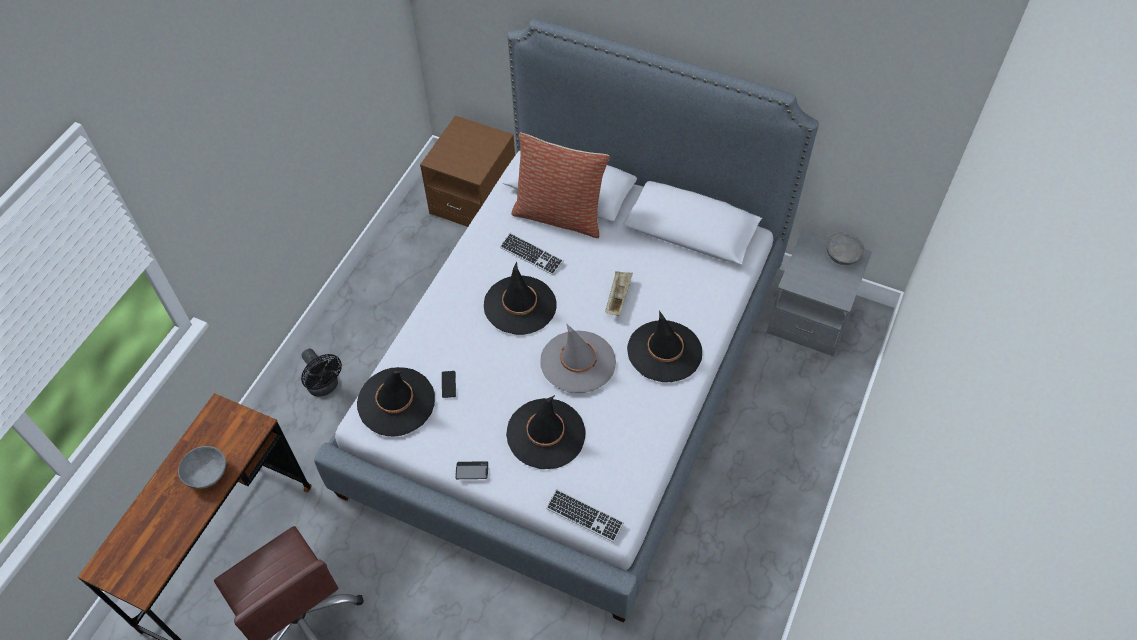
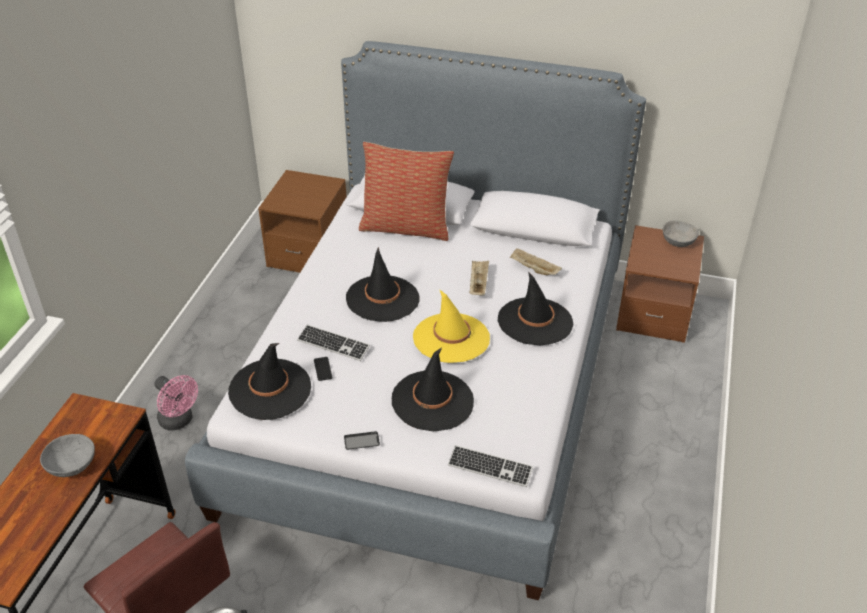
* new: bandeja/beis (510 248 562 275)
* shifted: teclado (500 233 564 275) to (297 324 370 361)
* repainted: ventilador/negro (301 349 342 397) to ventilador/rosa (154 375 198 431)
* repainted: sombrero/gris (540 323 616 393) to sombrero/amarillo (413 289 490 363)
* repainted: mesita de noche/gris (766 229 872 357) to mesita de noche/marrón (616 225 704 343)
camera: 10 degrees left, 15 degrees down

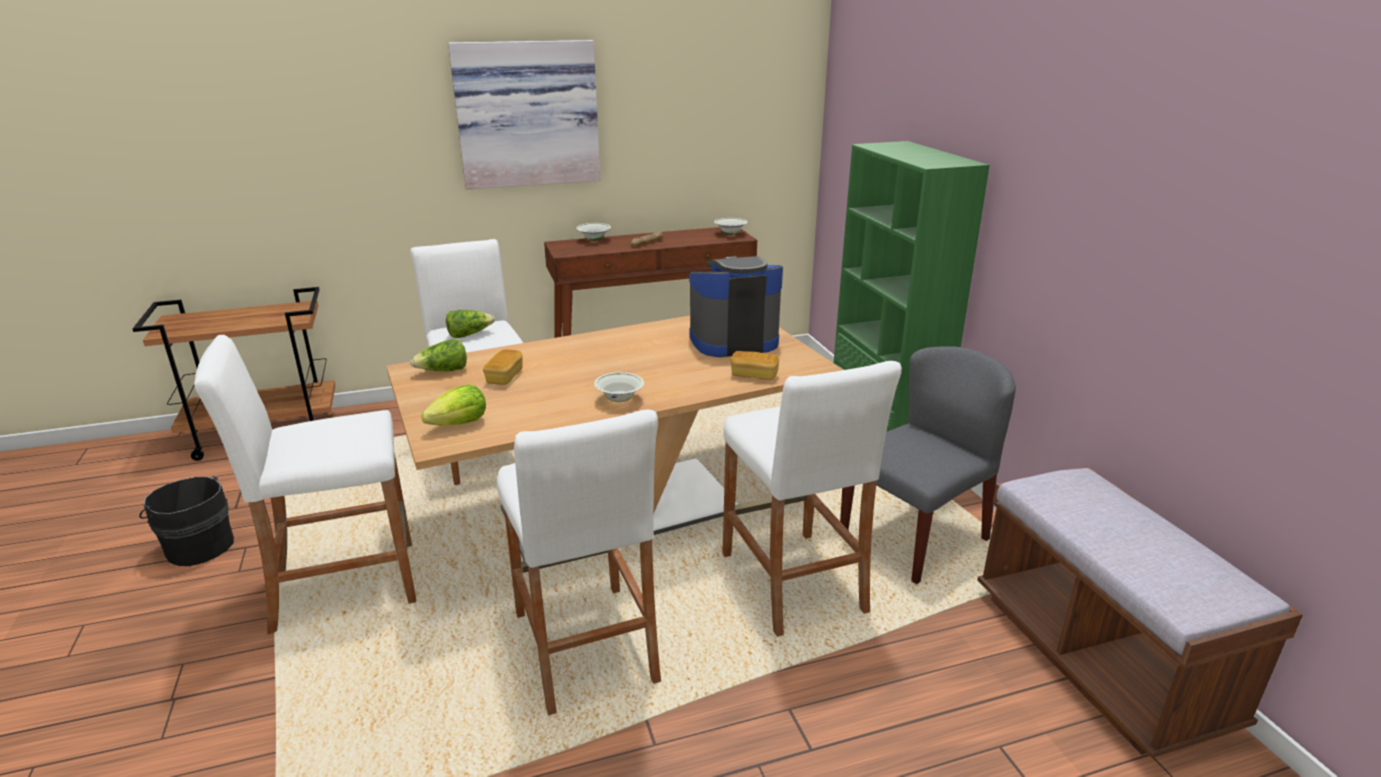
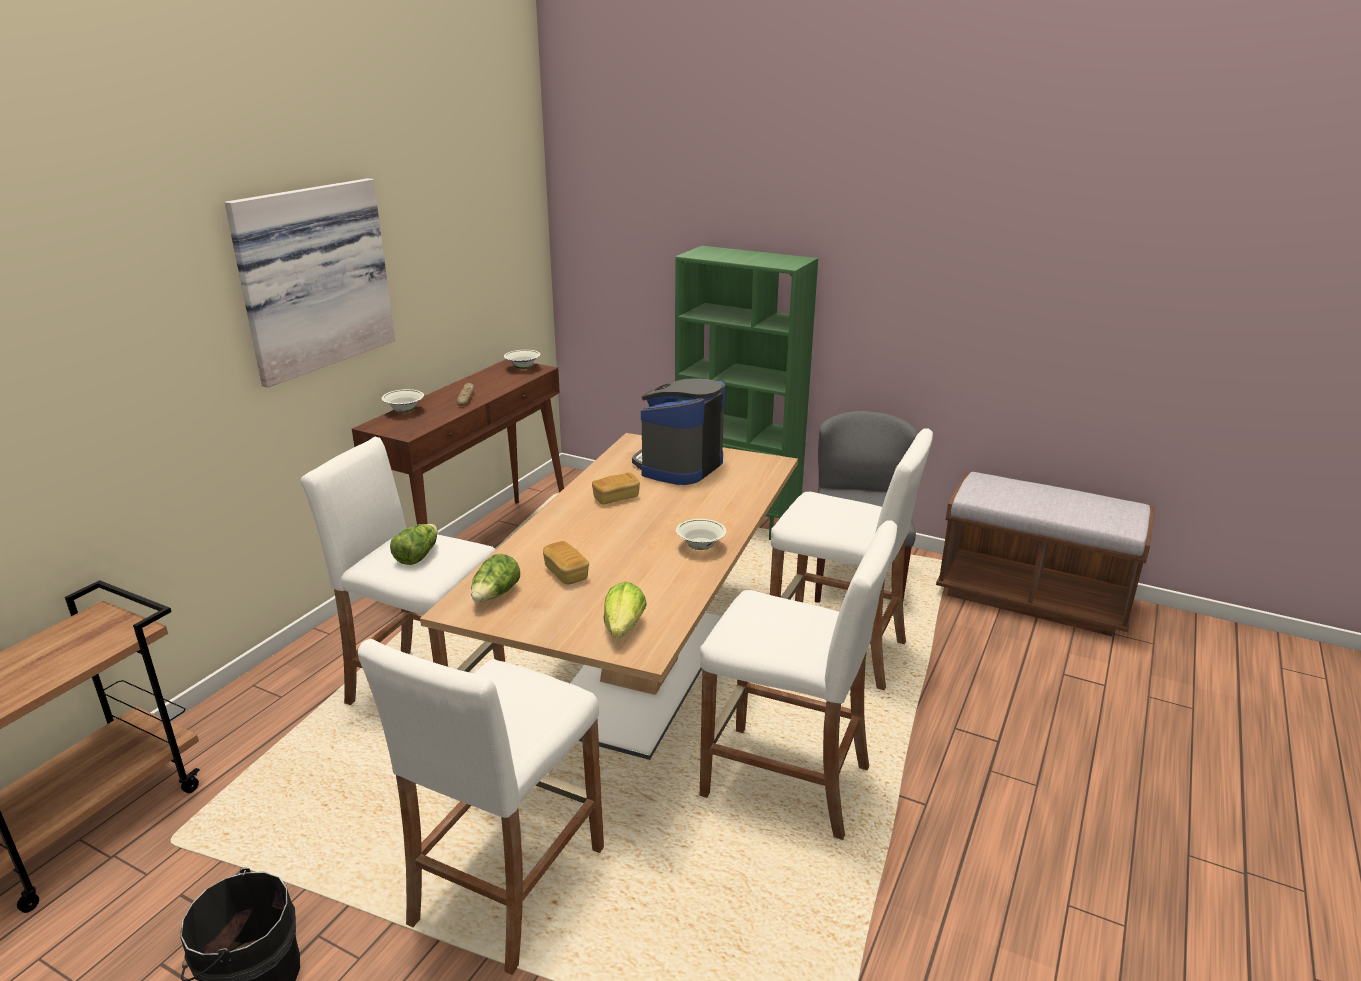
* shifted: pan (731 351 779 380) to (592 472 640 504)
camera: 45 degrees left, 0 degrees up

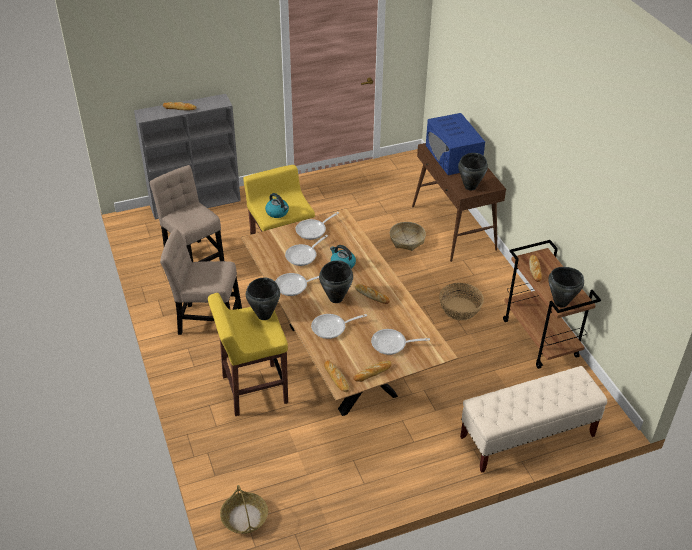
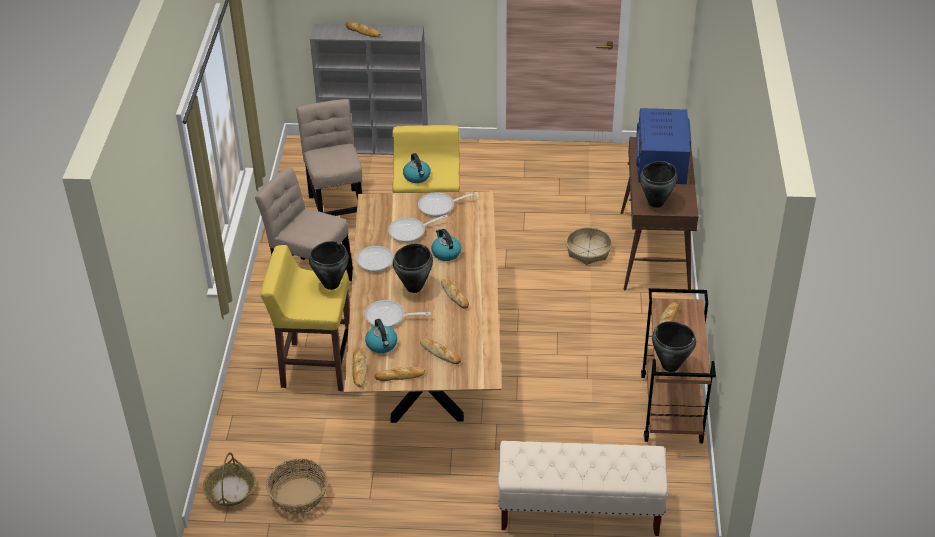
* new: hervidor (365 319 397 353)
* shifted: cesta (439 283 484 320) to (266 459 328 514)
* swapped: sartén (371 329 430 355) to pan (420 339 461 364)
camera: 25 degrees right, 0 degrees up

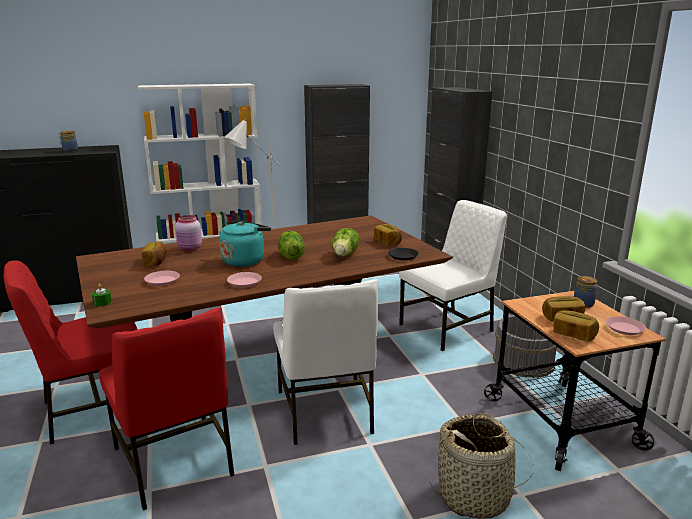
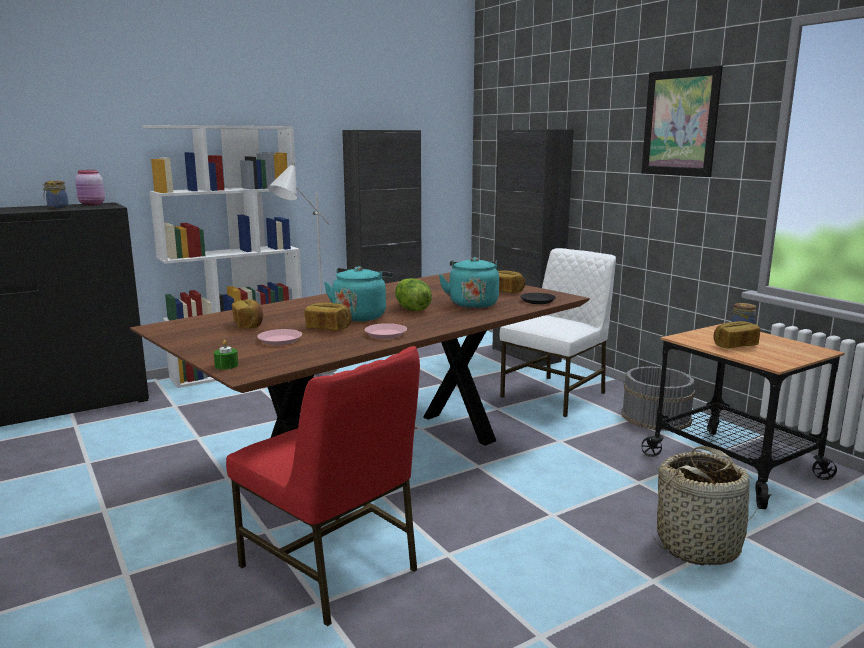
* gone: silla/rojo (4 260 138 444)
* gone: silla/blanco (273 279 378 445)
* gone: plato/rosa (606 316 646 335)
* new: cuadro (641 66 723 177)
* shifted: tarro/rosa (175 215 202 251) to (75 170 105 205)
* shifted: pan (553 310 599 342) to (304 303 352 331)
* swapped: lechuga (332 228 359 256) to hervidor/turquesa (439 257 499 308)
camera: 15 degrees left, 5 degrees down

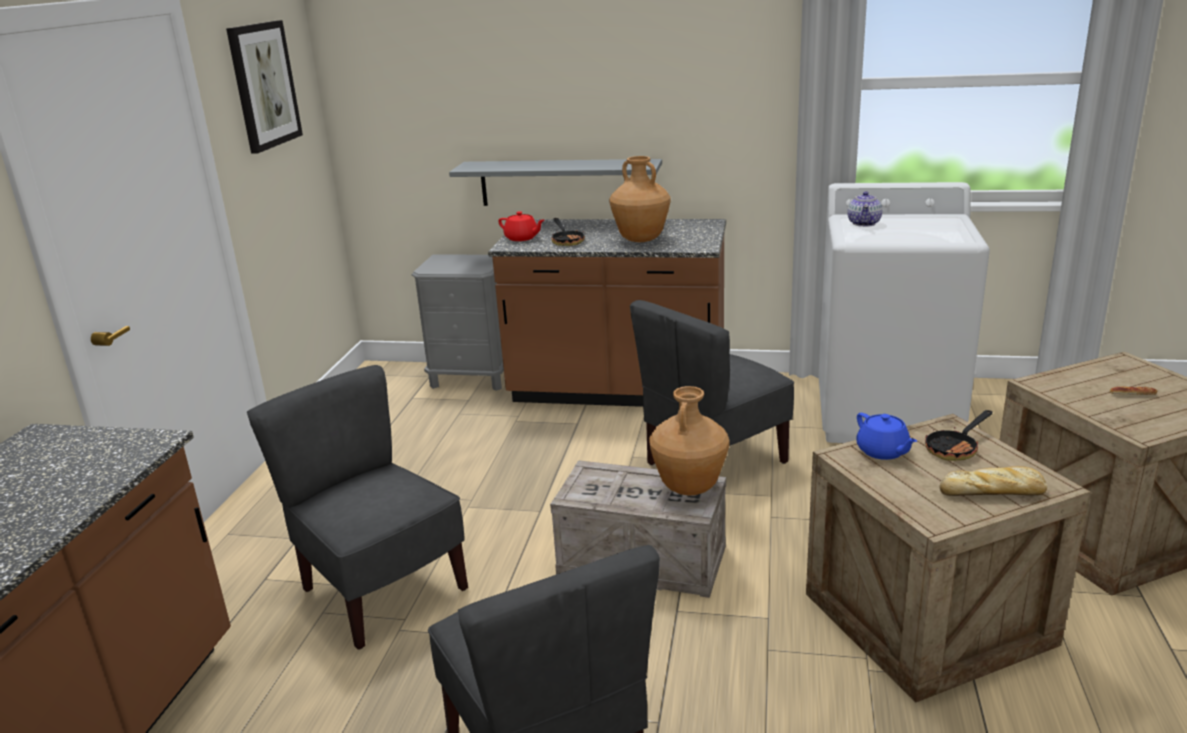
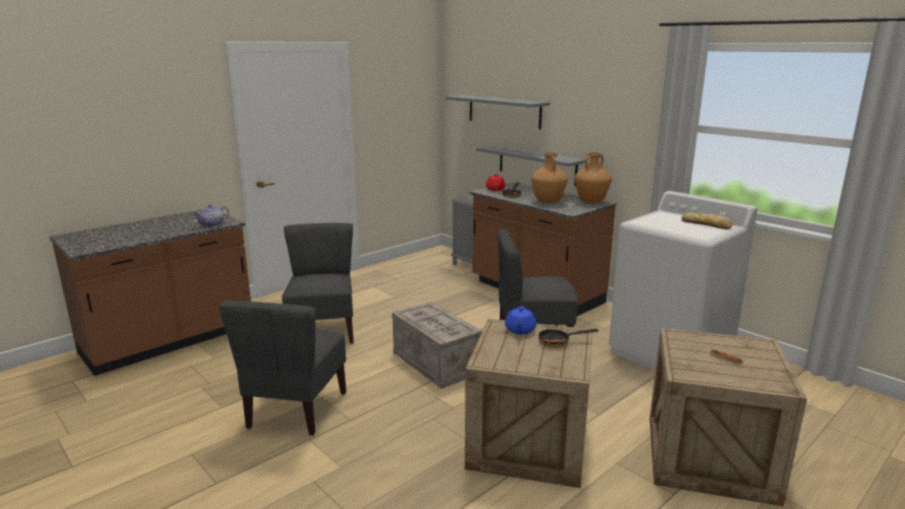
* gone: cuadro (226 20 303 154)
* new: estante/gris (446 95 550 129)
* shifted: florero/marrón (649 386 730 496) to (575 153 612 204)
* shifted: tetera (847 191 882 227) to (192 204 229 227)
* shifted: pan (940 466 1047 496) to (682 212 732 229)
camera: 35 degrees right, 5 degrees down

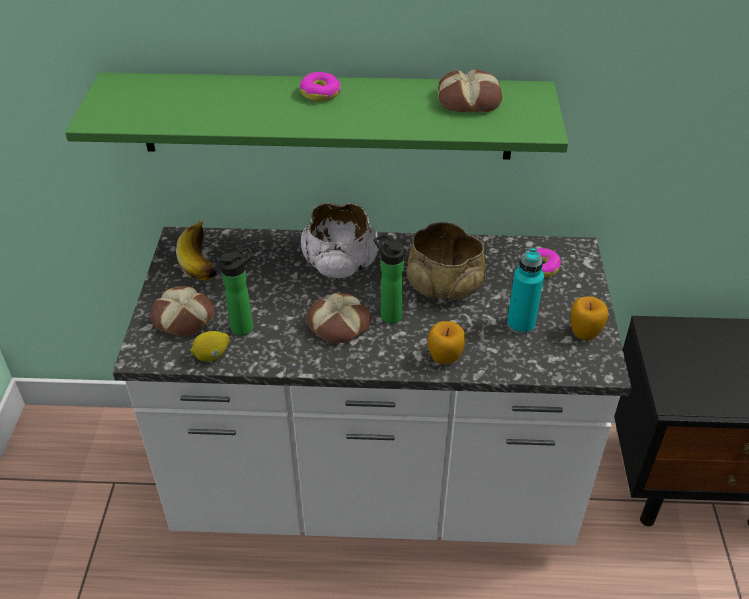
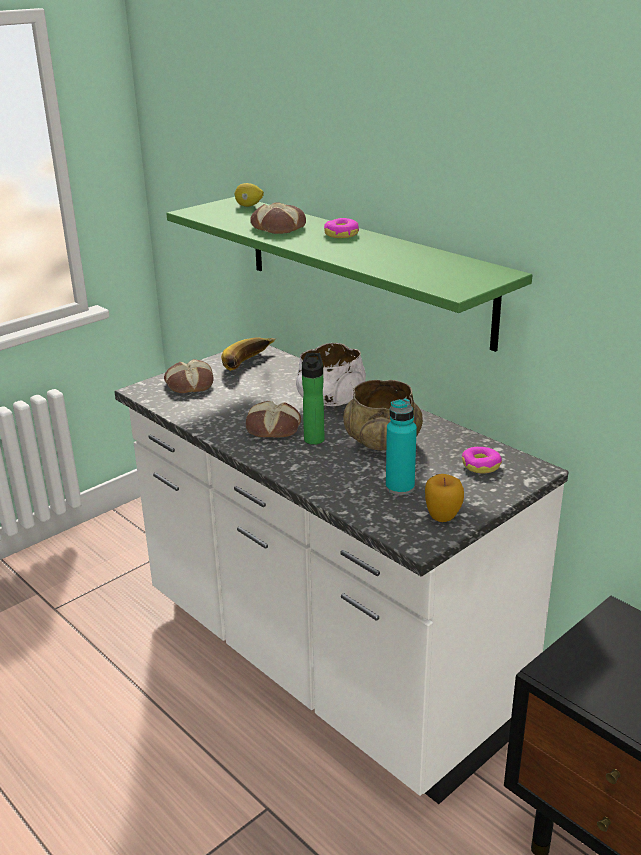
* gone: botella (219 247 254 336)
* gone: manzana (428 321 465 364)
* shifted: limón (191 331 230 362) to (234 183 264 207)
* shifted: pan (438 69 502 112) to (250 203 306 234)
camera: 45 degrees right, 15 degrees down

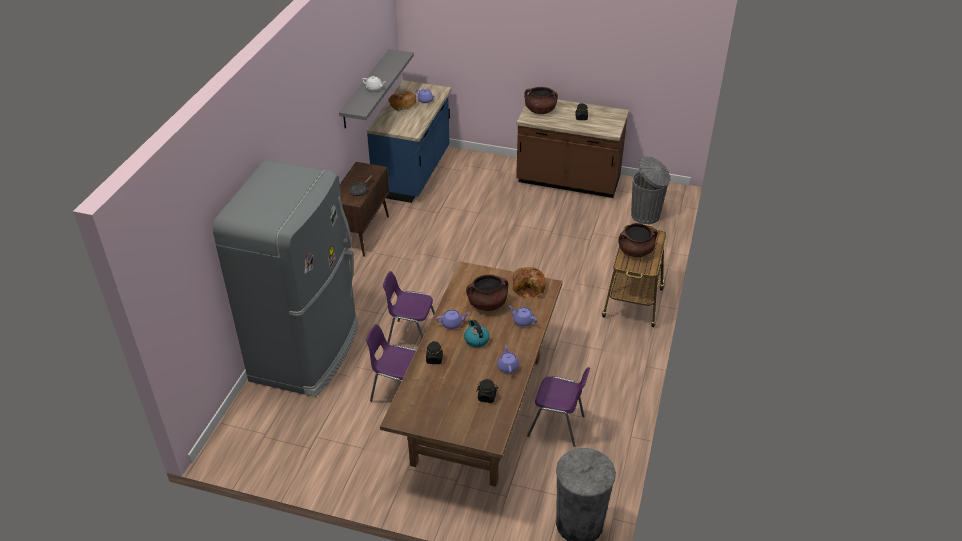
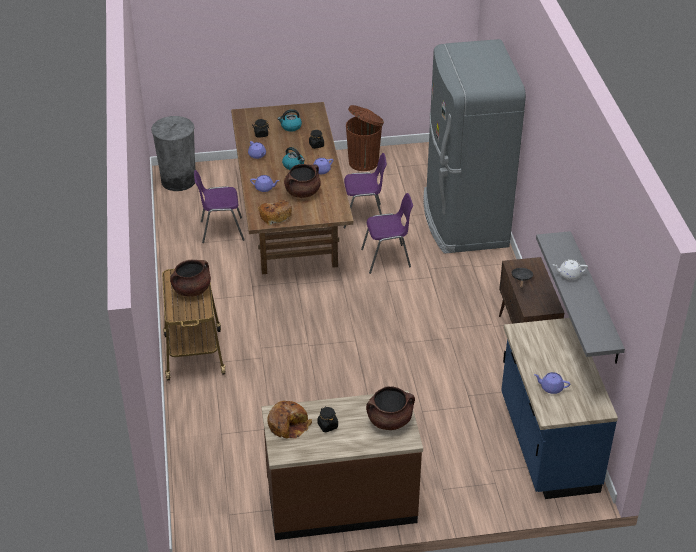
* gone: papelera/gris (631 156 671 224)
* new: hervidor (278 109 302 132)
* new: papelera/marrón (346 105 384 171)
* shifted: pan (388 91 416 111) to (267 401 312 439)
camera: 155 degrees right, 0 degrees up

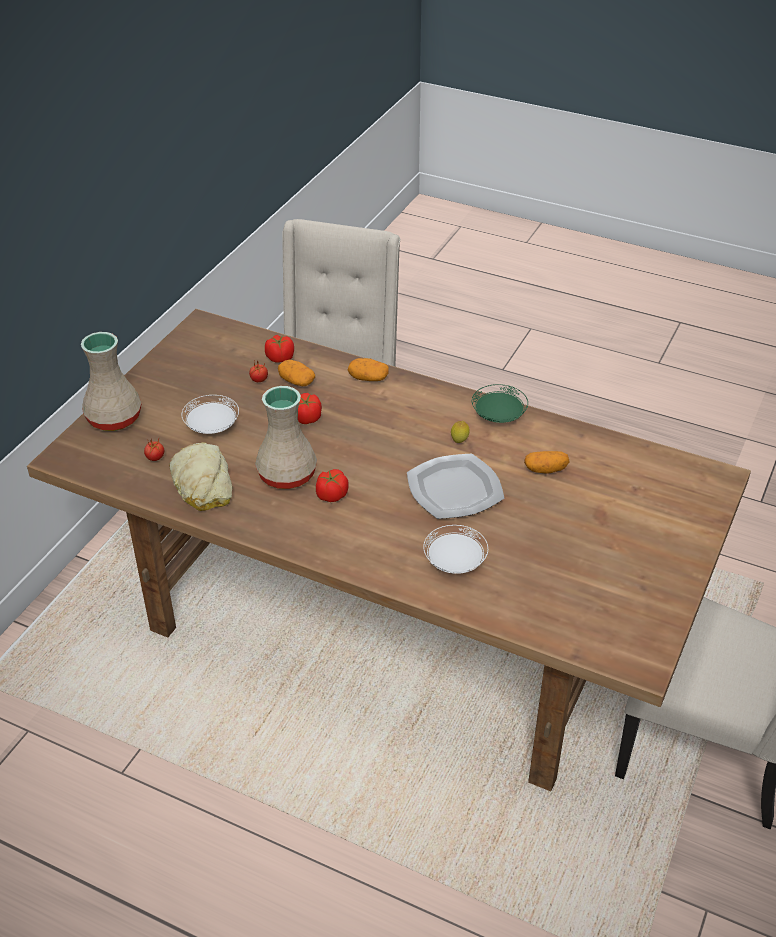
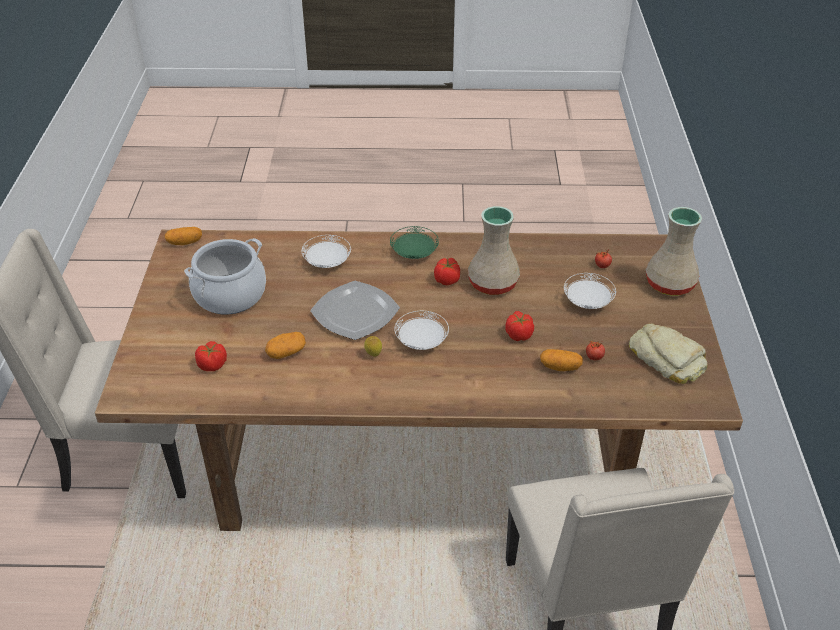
* new: olla (184 238 266 315)
* new: plato/blanco (395 311 449 350)
* shifted: pan (169 442 233 511) to (629 323 707 384)
* shifted: tomate (265 335 294 363) to (195 341 227 371)
* shifted: patata (348 358 389 381) to (165 227 202 245)
* shifted: plato/verde (472 384 528 423) to (390 226 439 259)
camera: 155 degrees right, 0 degrees up

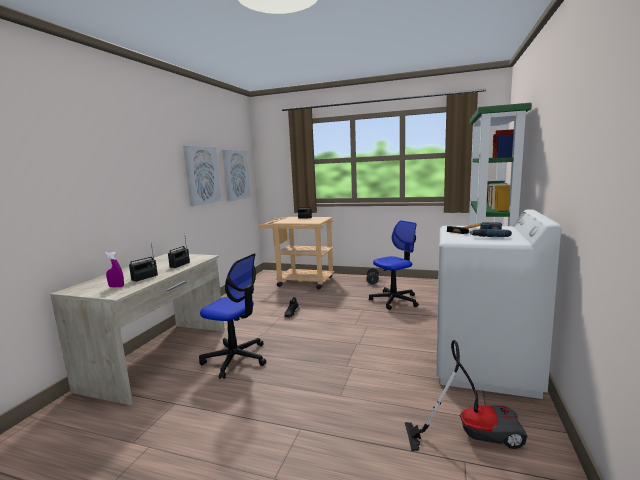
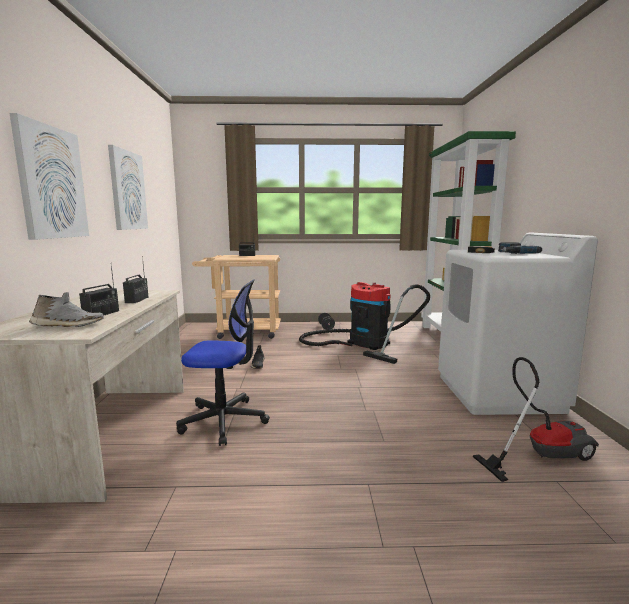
* shifted: cuadro (222 150 250 202) to (10 113 89 240)
* swapped: pulverizador/morado (104 252 124 288) to zapato/gris (29 292 104 327)
* swapped: silla de oficina (369 220 419 310) to aspiradora (299 282 430 364)
camera: 20 degrees left, 0 degrees up

